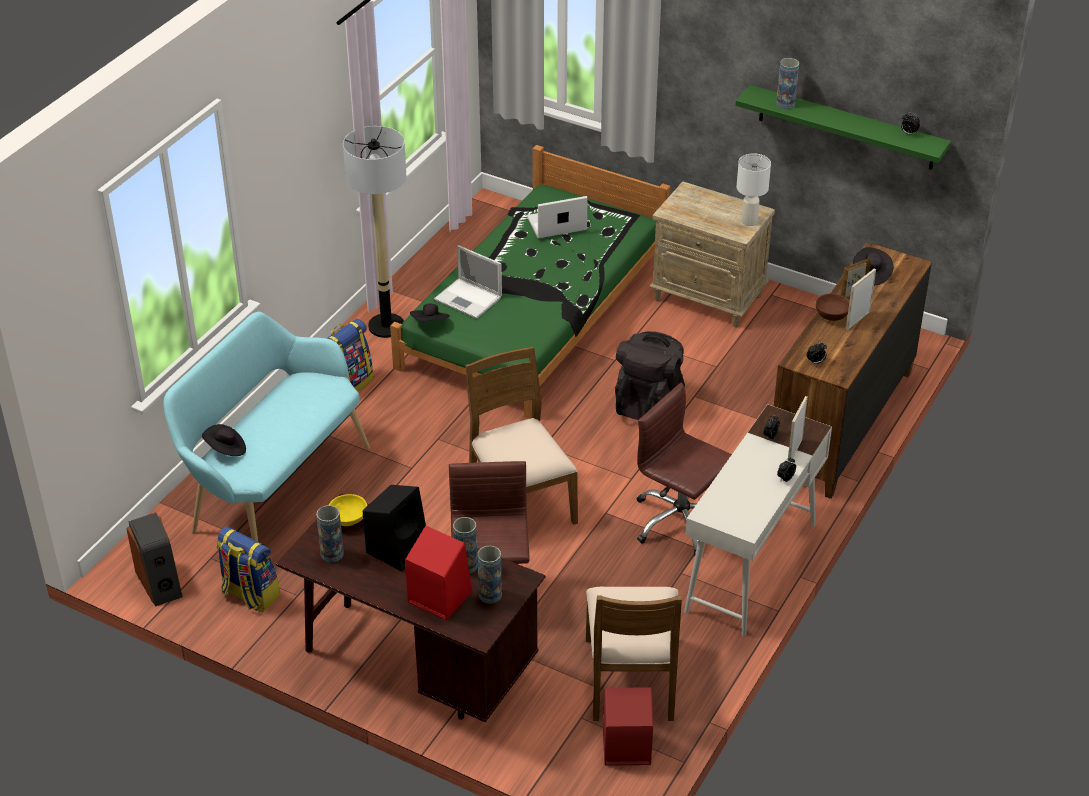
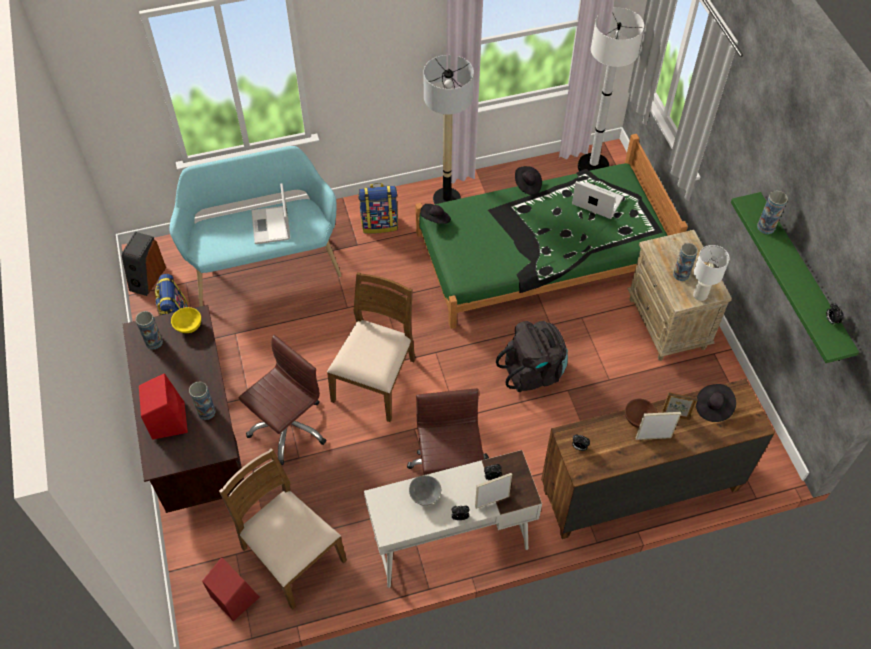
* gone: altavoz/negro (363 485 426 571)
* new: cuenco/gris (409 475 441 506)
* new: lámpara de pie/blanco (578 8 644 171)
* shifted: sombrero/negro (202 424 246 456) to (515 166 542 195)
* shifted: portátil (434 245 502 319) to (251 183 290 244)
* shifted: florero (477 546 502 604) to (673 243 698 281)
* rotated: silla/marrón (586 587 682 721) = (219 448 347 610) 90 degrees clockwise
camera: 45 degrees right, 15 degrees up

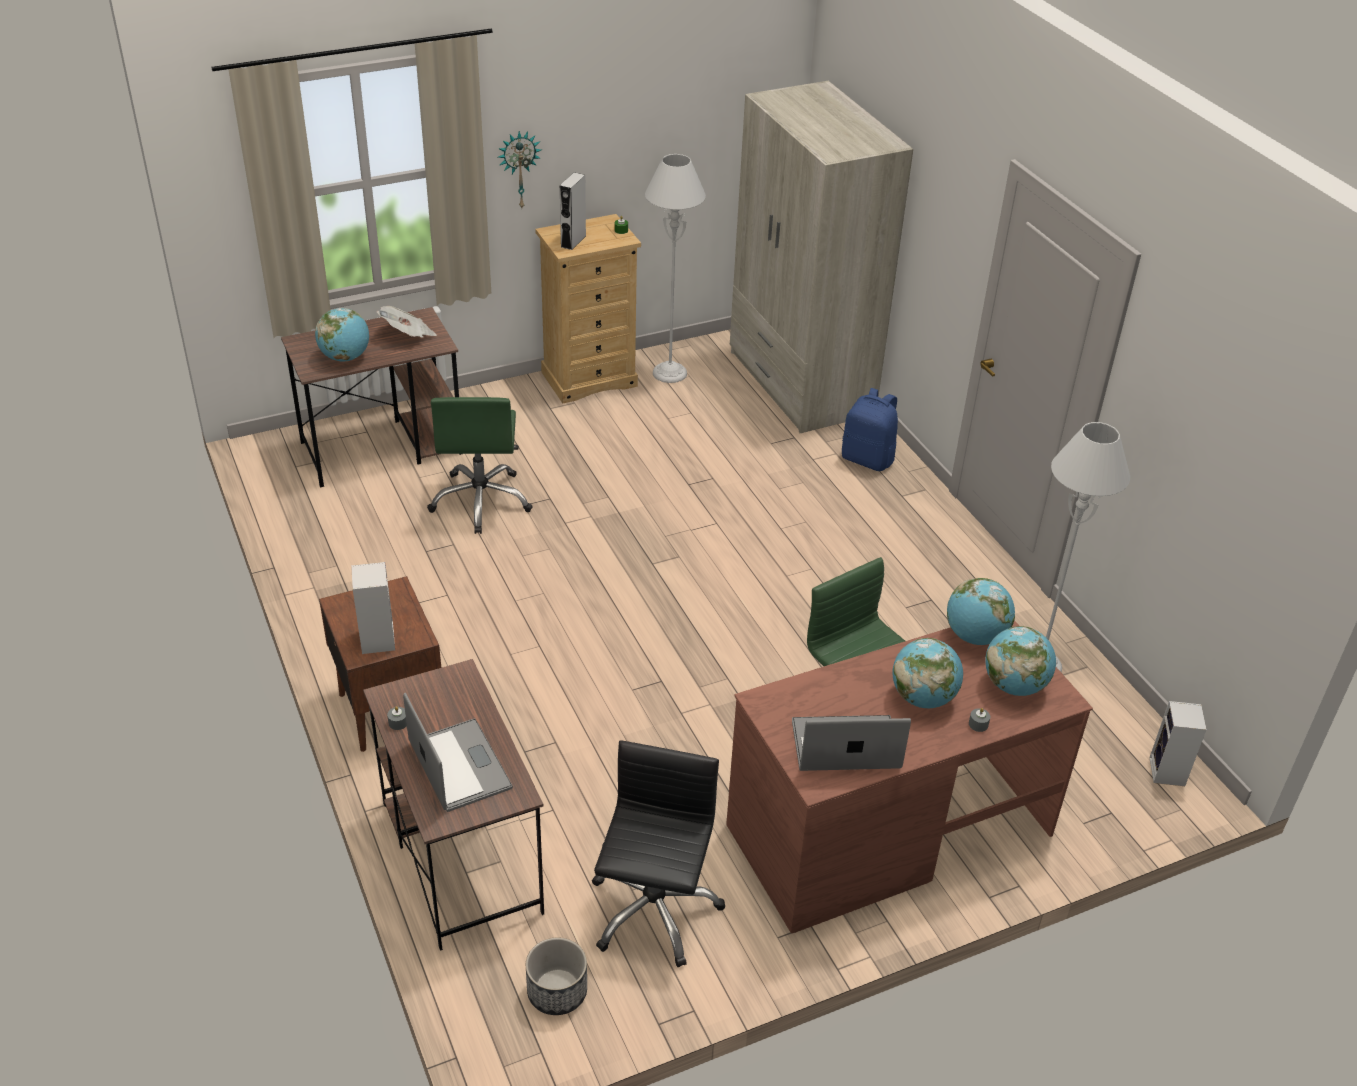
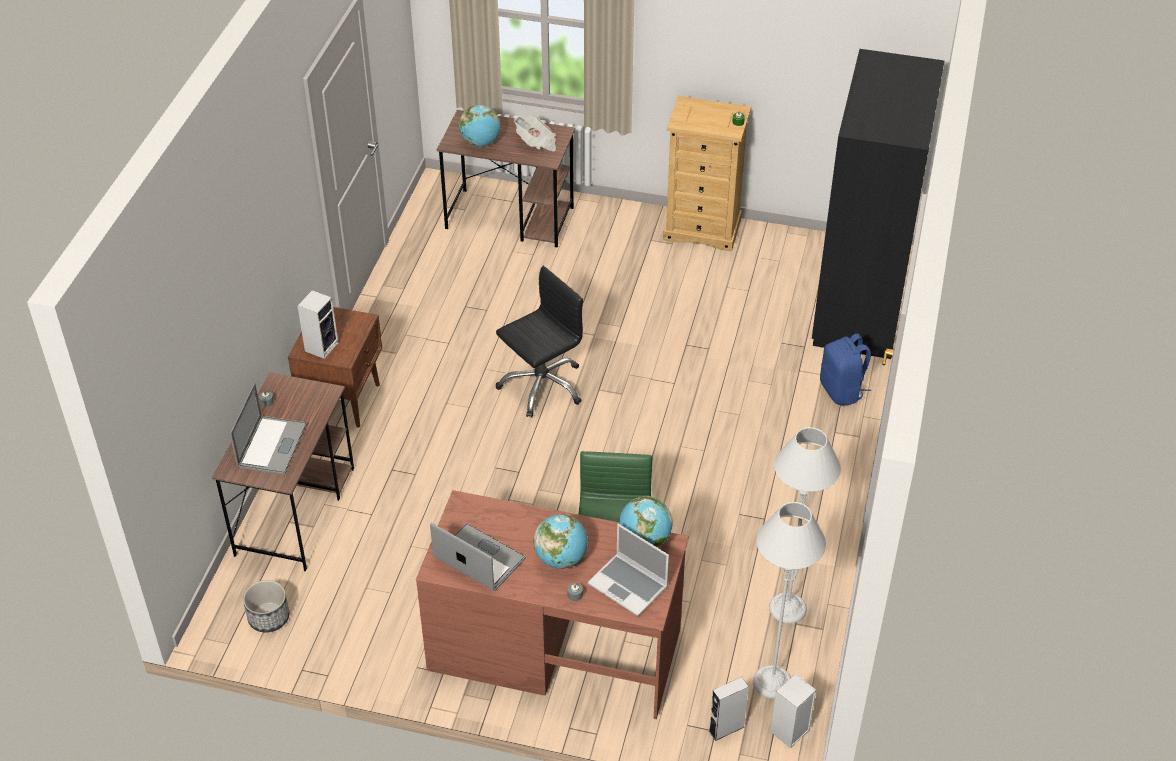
* gone: silla de oficina/verde (427 397 533 534)
* gone: reloj de pared (498 131 542 207)
* shifted: altavoz/gris (560 172 586 250) to (708 677 749 741)
* shifted: silla de oficina/negro (592 740 725 967) to (496 266 583 418)
* shifted: lámpara de pie/gris (645 154 706 383) to (753 502 826 699)
* swapped: globo terráqueo (985 626 1056 696) to portátil (588 524 669 616)
* repainted: armario ropero/beis (730 81 913 433) to armario ropero/negro (812 49 944 359)
camera: 40 degrees right, 5 degrees up

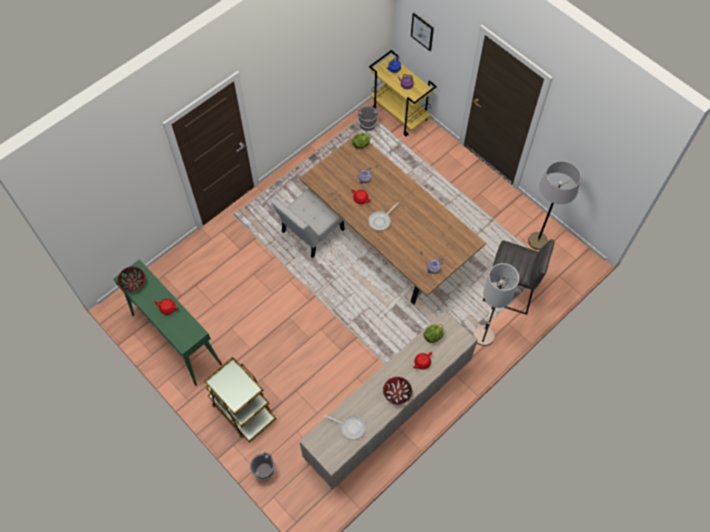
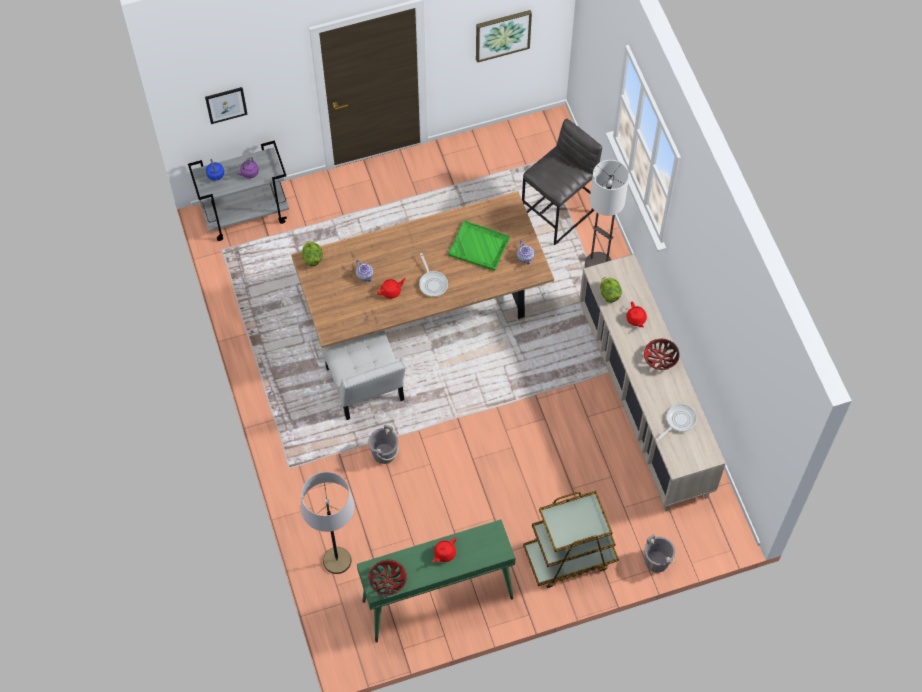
* new: bandeja/verde (448 220 510 271)
* new: cuadro (476 10 532 63)
* shifted: cubo/gris (357 106 379 131) to (368 425 399 464)
* shifted: lámpara de pie/gris (528 161 581 250) to (301 472 355 574)
* repainted: carrito/amarillo (369 50 437 136) to carrito/gris (188 140 289 241)
camera: 65 degrees left, 0 degrees up

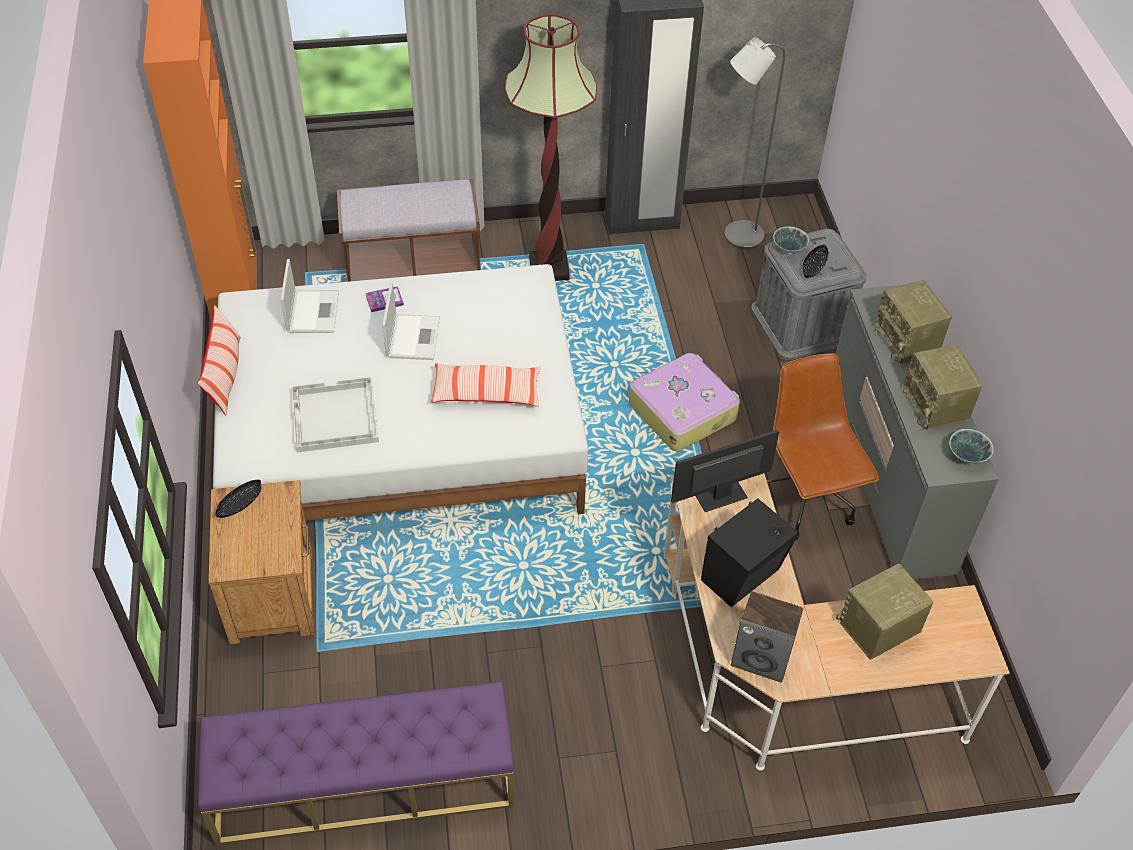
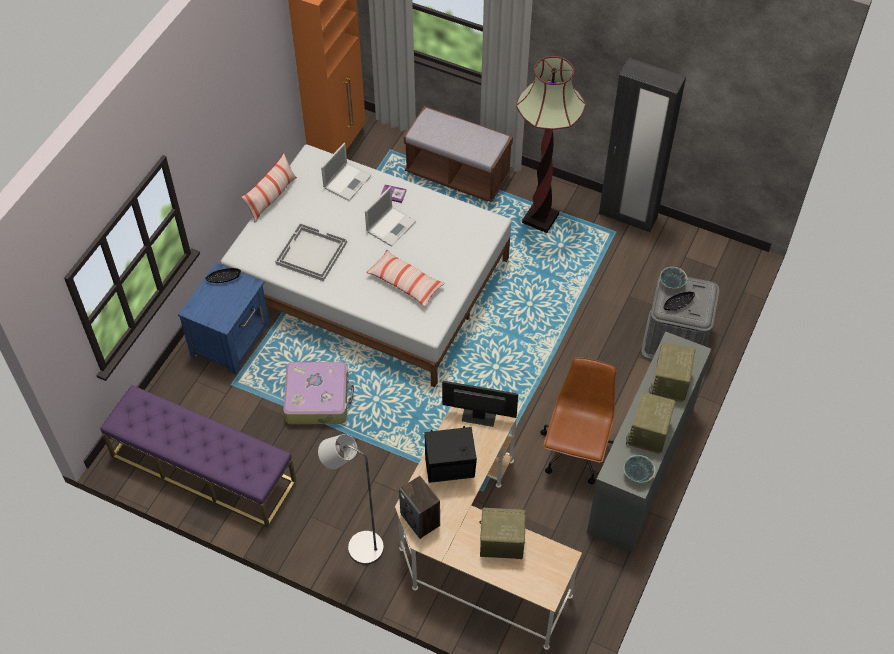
* shifted: maleta (629 353 740 451) to (283 362 354 424)
* shifted: lámpara de pie/gris (724 37 786 250) to (318 434 384 565)
* repainted: mesita de noche/marrón (208 480 314 645) to mesita de noche/azul (178 262 270 374)
camera: 35 degrees right, 5 degrees up

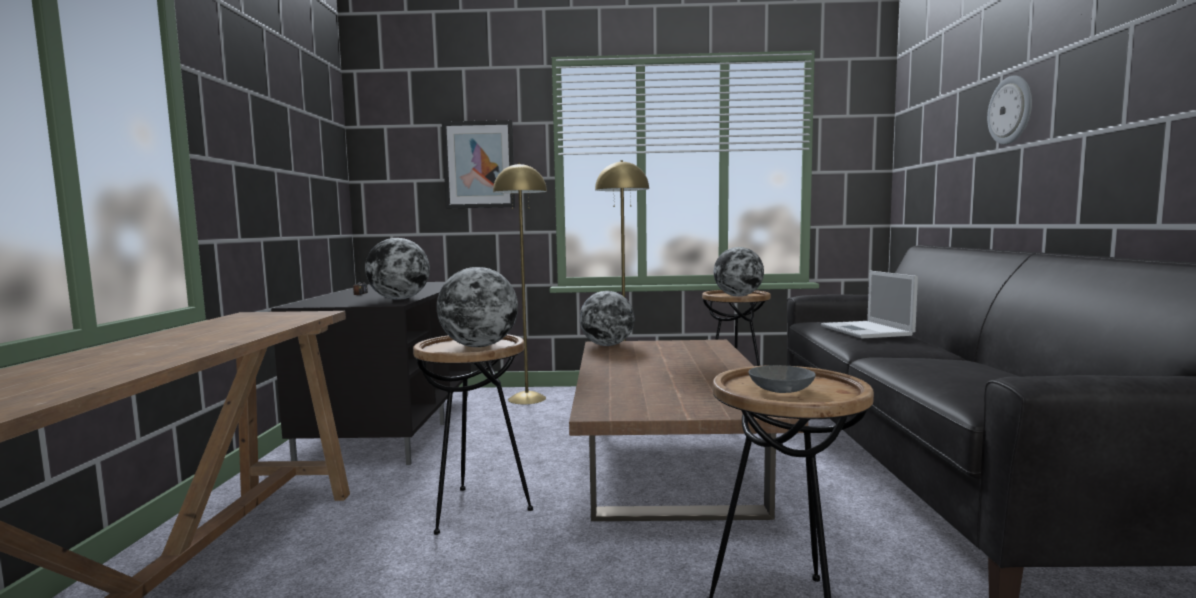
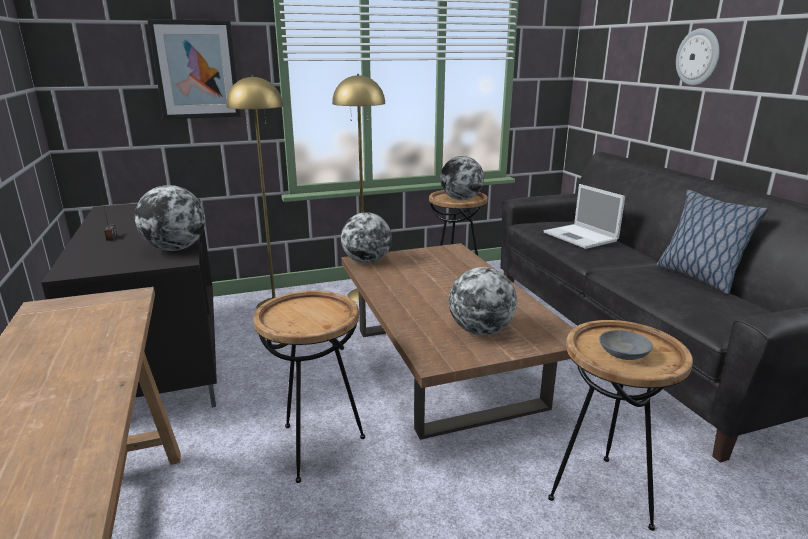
* new: cojín (657 190 768 294)
* shifted: globo terráqueo (437 267 518 347) to (449 267 517 335)
camera: 20 degrees left, 15 degrees up

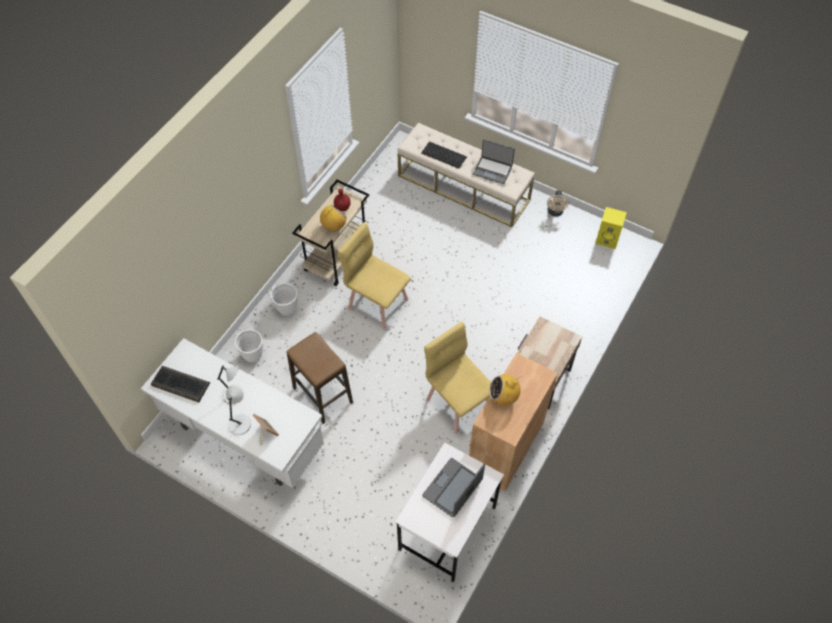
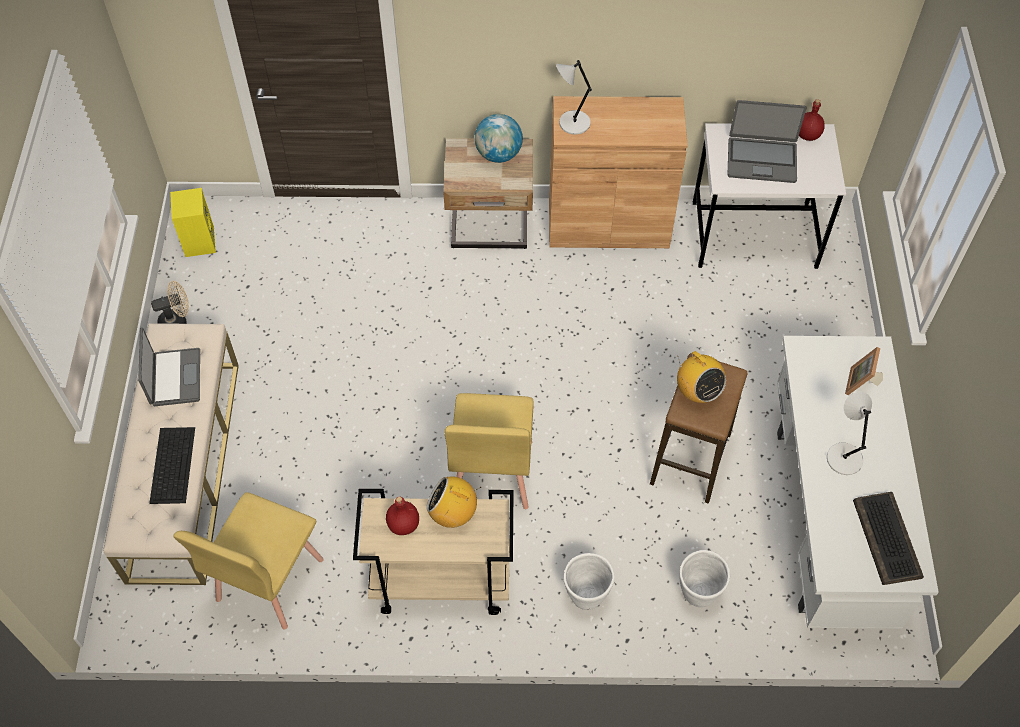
* new: globo terráqueo (475 114 523 163)
* new: botella/rojo (799 99 825 141)
* shifted: lámpara de mesa/gris (226 386 251 435) to (556 60 592 135)
* shifted: silla/amarillo (424 322 491 434) to (173 492 324 630)
* shifted: radio (489 375 522 406) to (677 351 726 403)
camera: 120 degrees left, 0 degrees up

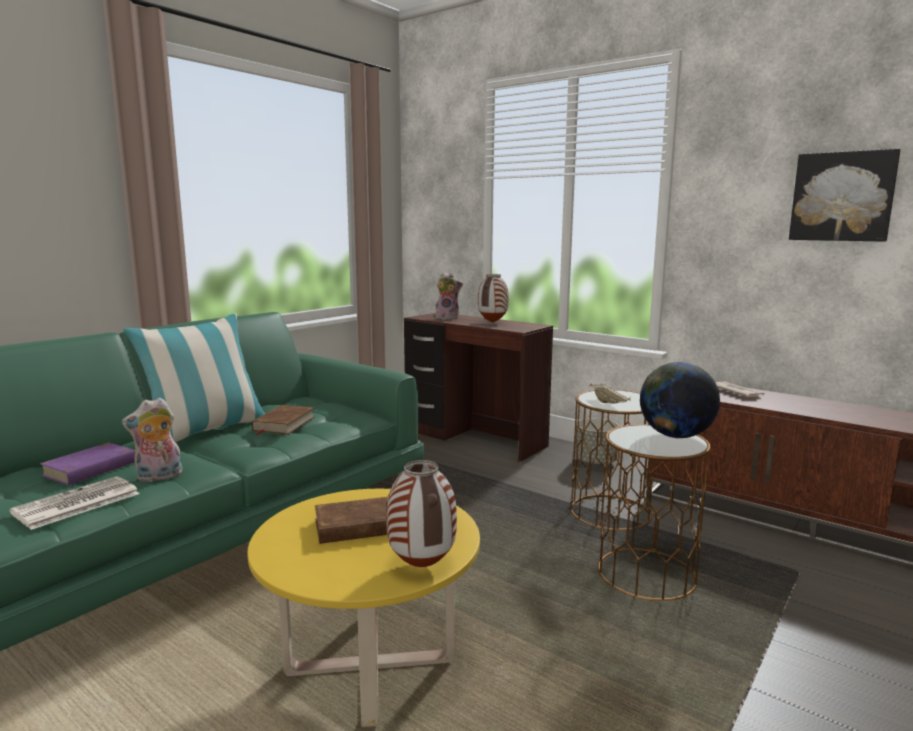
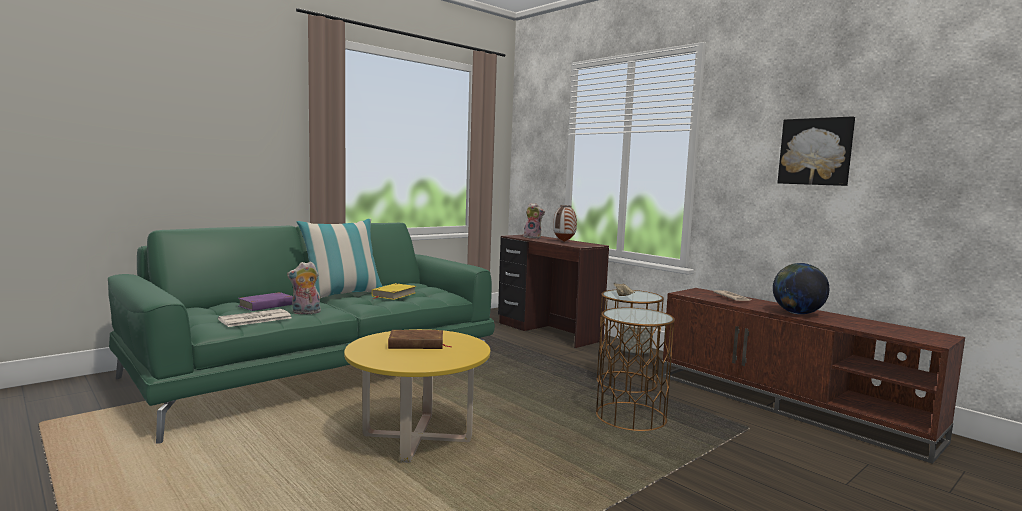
* gone: florero (386 460 457 567)
* shifted: globo terráqueo (640 362 720 438) to (773 263 830 314)
* repainted: libro/marrón (252 405 314 436) to libro/amarillo (372 283 416 300)
camera: 10 degrees right, 5 degrees down

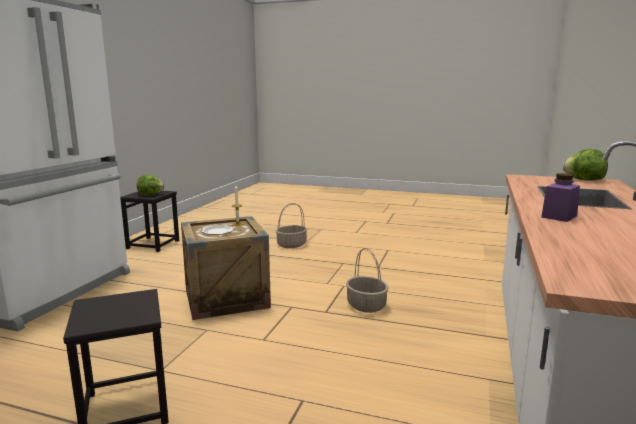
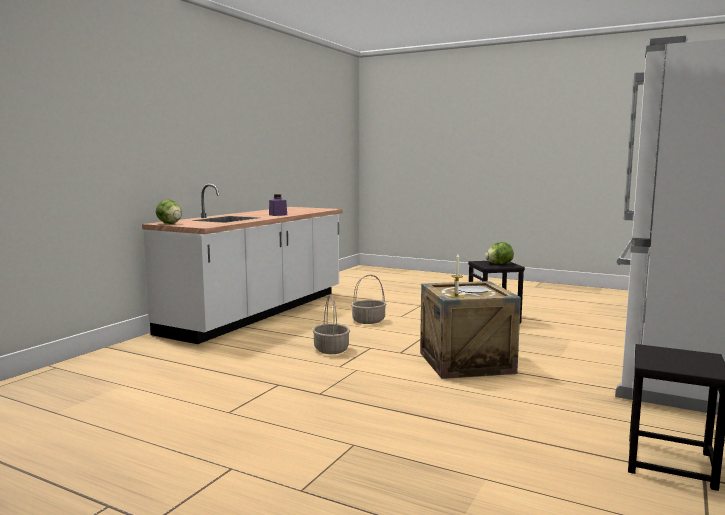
* shifted: lechuga (137 175 164 195) to (485 242 514 264)
* shifted: cesta (276 203 308 248) to (351 275 387 324)
camera: 170 degrees left, 5 degrees down

